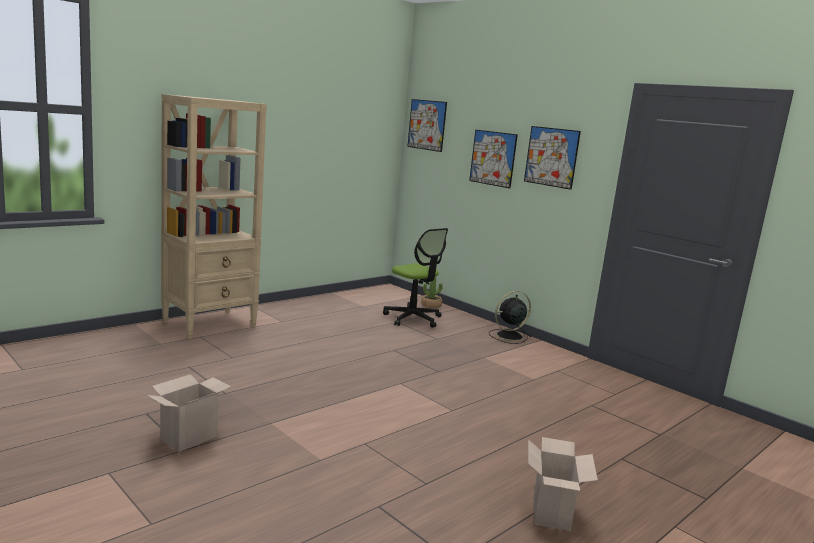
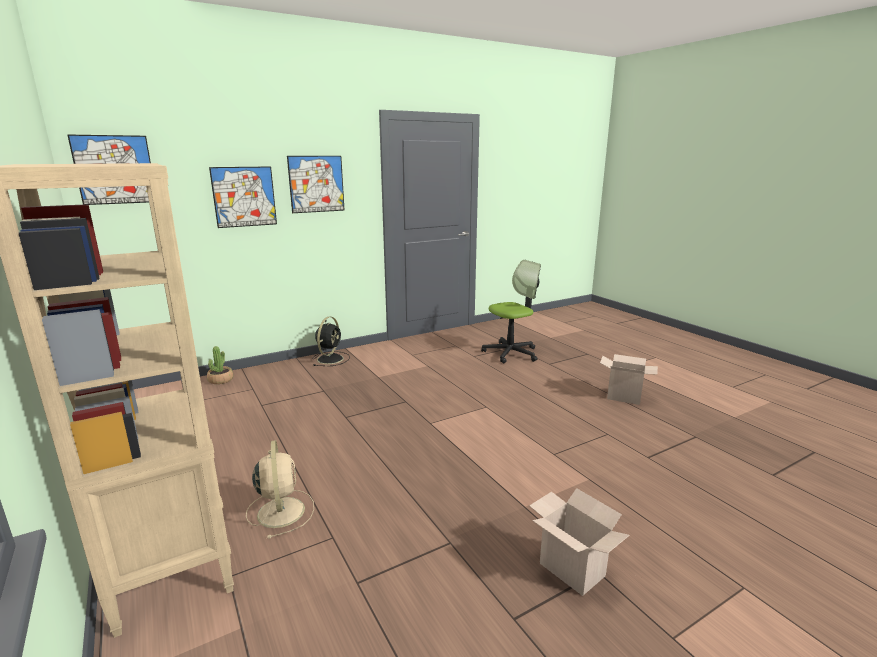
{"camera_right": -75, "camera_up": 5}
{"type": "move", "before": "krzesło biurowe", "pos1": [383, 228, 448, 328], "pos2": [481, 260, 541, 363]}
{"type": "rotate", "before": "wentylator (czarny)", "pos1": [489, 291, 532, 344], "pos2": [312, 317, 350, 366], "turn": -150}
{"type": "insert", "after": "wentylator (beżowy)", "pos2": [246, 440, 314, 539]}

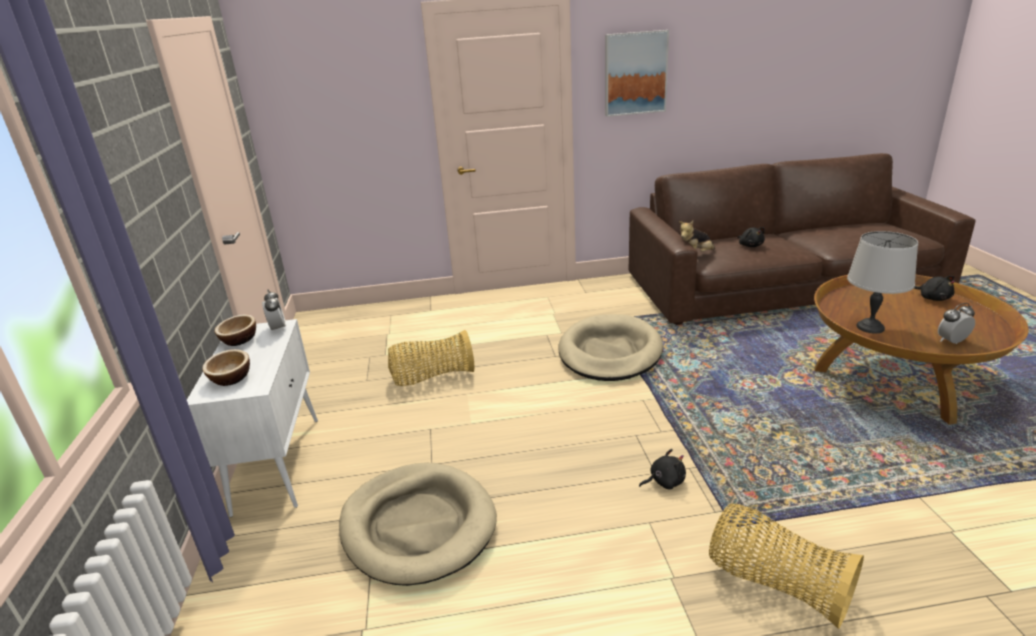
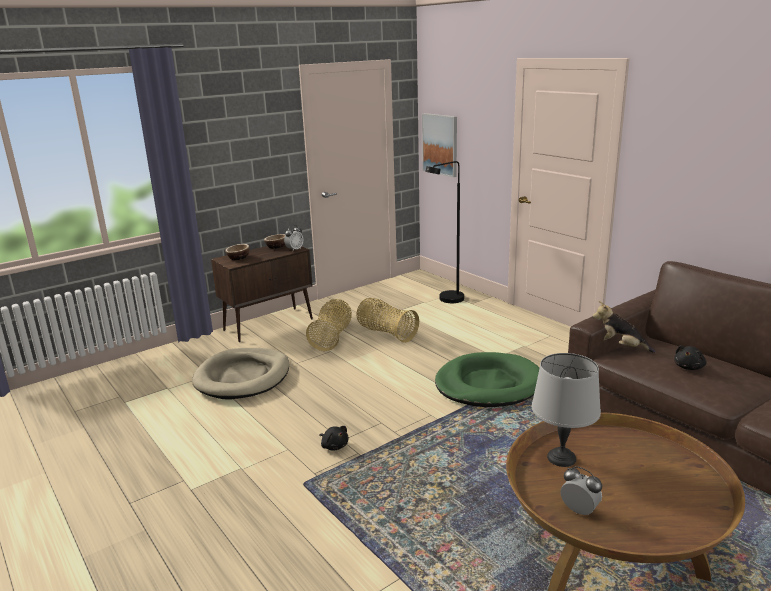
{"camera_right": 60, "camera_up": -5}
{"type": "move", "before": "obraz", "pos1": [605, 30, 669, 117], "pos2": [422, 113, 457, 177]}
{"type": "delete", "before": "pluszak (czarny)", "pos1": [914, 276, 955, 301]}
{"type": "recolor", "before": "legowisko (beżowy)", "after": "legowisko (zielony)", "pos1": [558, 314, 663, 381], "pos2": [435, 352, 539, 407]}
{"type": "recolor", "before": "szafka (biały)", "after": "szafka (brązowy)", "pos1": [187, 319, 318, 517], "pos2": [211, 245, 313, 342]}
{"type": "move", "before": "koszyk", "pos1": [709, 504, 864, 629], "pos2": [306, 299, 352, 351]}
{"type": "insert", "after": "lampa stojąca (czarny)", "pos2": [425, 161, 464, 303]}

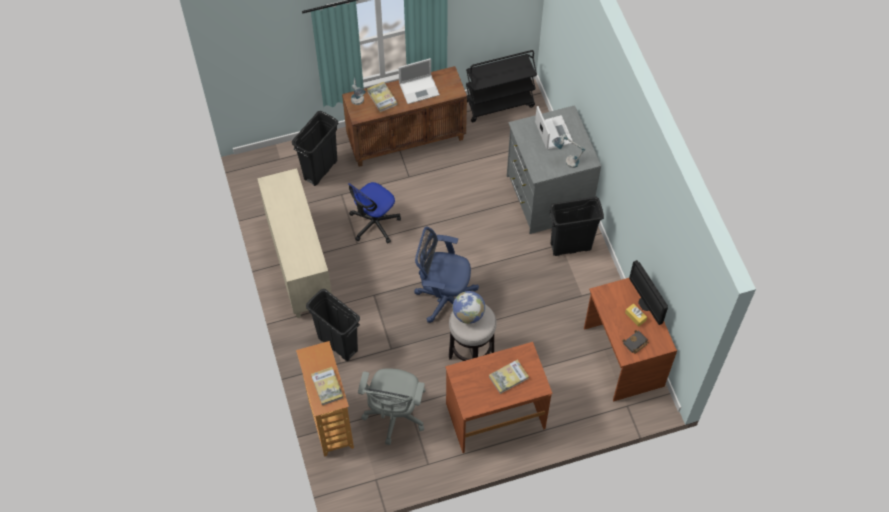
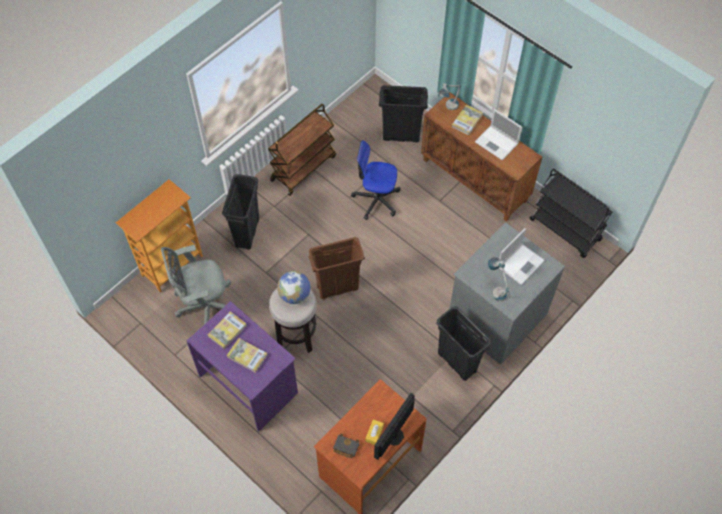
{"camera_right": 60, "camera_up": 0}
{"type": "replace", "before": "szafka (beżowy)", "after": "wózek (brązowy)", "pos1": [257, 168, 332, 318], "pos2": [268, 104, 336, 196]}
{"type": "replace", "before": "krzesło biurowe (niebieski)", "after": "kosz na śmieci (brązowy)", "pos1": [414, 227, 479, 323], "pos2": [308, 237, 365, 299]}
{"type": "recolor", "before": "biurko (brązowy)", "after": "biurko (fioletowy)", "pos1": [445, 342, 553, 453], "pos2": [187, 301, 298, 432]}
{"type": "move", "before": "książka", "pos1": [311, 367, 343, 406], "pos2": [208, 311, 247, 349]}

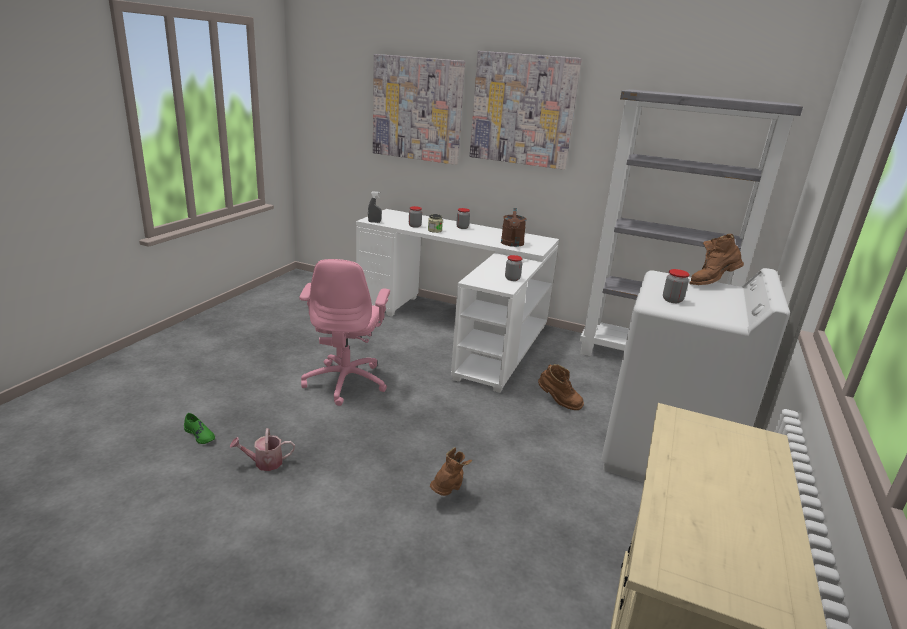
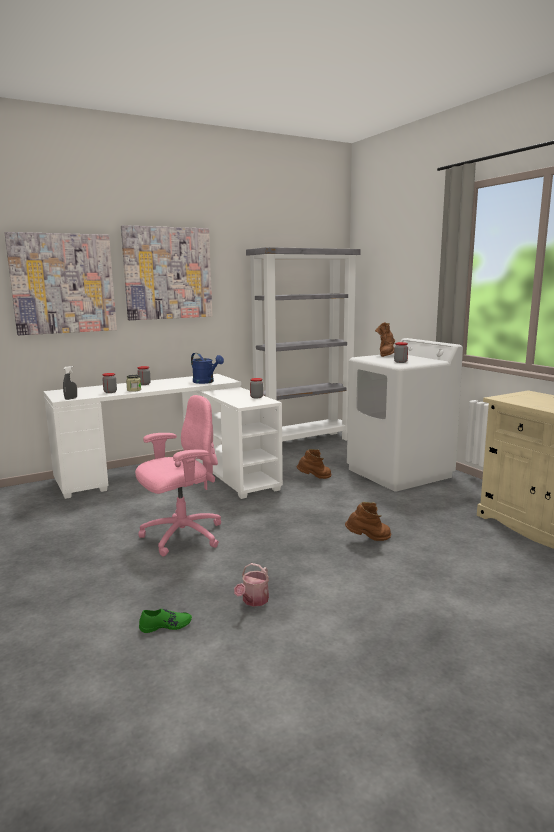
{"camera_right": -50, "camera_up": -10}
{"type": "recolor", "before": "konewka (brązowy)", "after": "konewka (niebieski)", "pos1": [501, 208, 526, 247], "pos2": [191, 353, 224, 384]}
{"type": "rotate", "before": "krzesło biurowe (różowy)", "pos1": [299, 259, 390, 406], "pos2": [135, 395, 221, 557], "turn": -75}
{"type": "rotate", "before": "but z cholewką (brązowy)", "pos1": [430, 448, 472, 496], "pos2": [345, 502, 391, 541], "turn": 105}

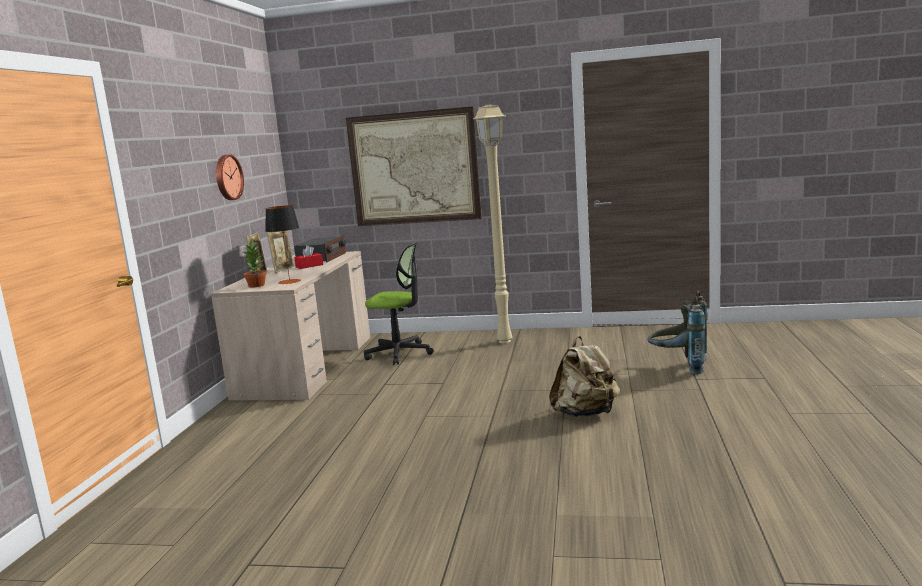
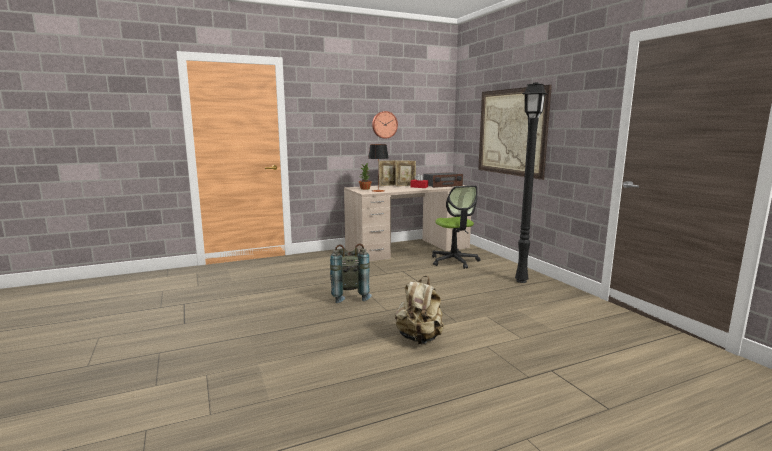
{"camera_right": 55, "camera_up": 0}
{"type": "recolor", "before": "lampa stojąca (beżowy)", "after": "lampa stojąca (czarny)", "pos1": [473, 104, 512, 343], "pos2": [515, 82, 547, 283]}
{"type": "move", "before": "plecak (szary)", "pos1": [647, 291, 708, 374], "pos2": [330, 244, 372, 303]}

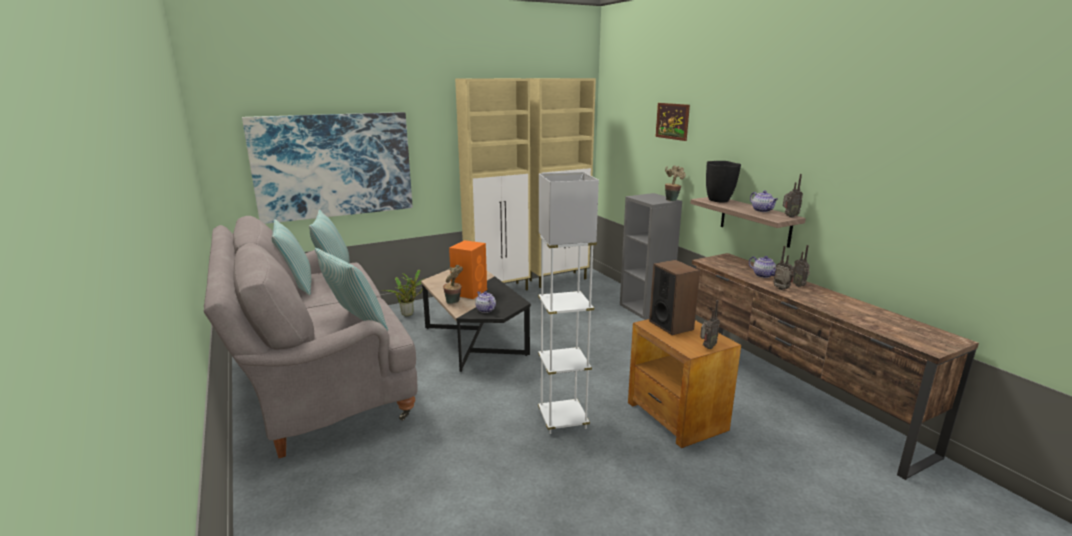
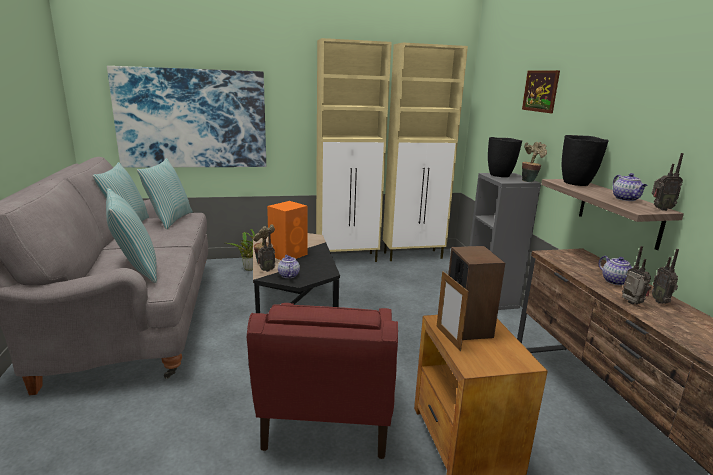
{"camera_right": 15, "camera_up": 0}
{"type": "replace", "before": "lampa stojąca (biały)", "after": "fotel (czerwony)", "pos1": [538, 172, 599, 434], "pos2": [247, 303, 398, 459]}
{"type": "move", "before": "radio", "pos1": [700, 300, 720, 349], "pos2": [258, 231, 275, 272]}
{"type": "insert", "after": "wazon (czarny)", "pos2": [488, 137, 522, 177]}
{"type": "insert", "after": "ramka na zdjęcie", "pos2": [437, 271, 469, 351]}

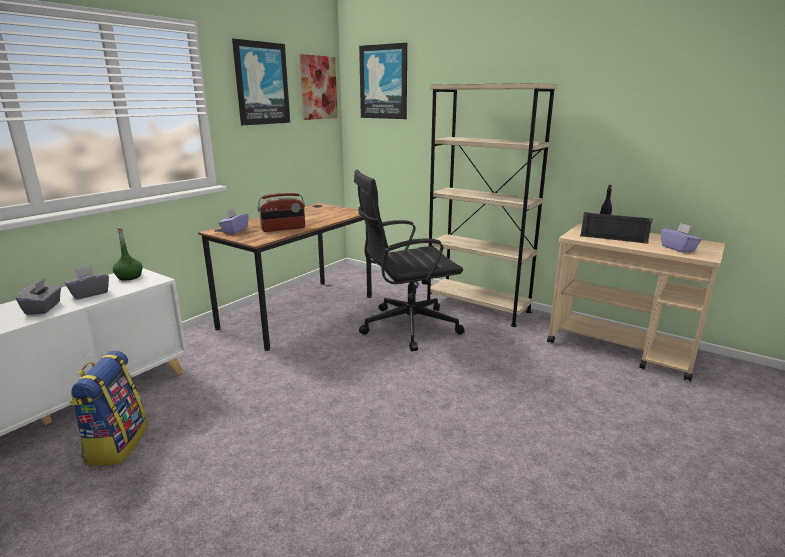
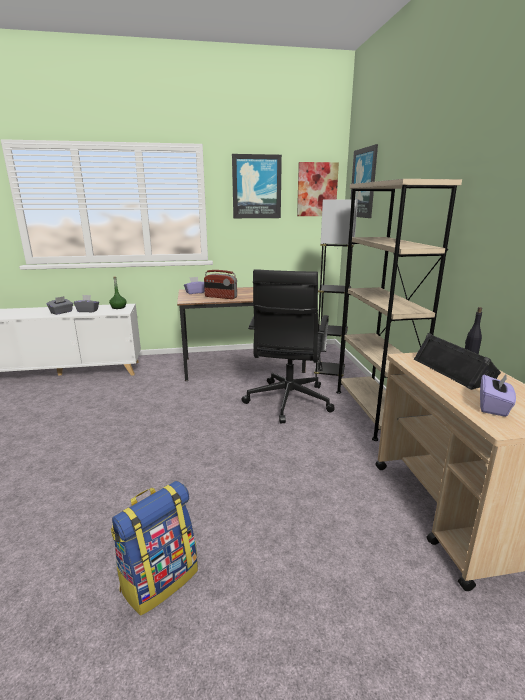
{"camera_right": 45, "camera_up": 0}
{"type": "rotate", "before": "krzesło biurowe (czarny)", "pos1": [354, 170, 465, 351], "pos2": [242, 269, 335, 423], "turn": -105}
{"type": "move", "before": "plecak", "pos1": [70, 351, 148, 466], "pos2": [111, 481, 198, 616]}
{"type": "insert", "after": "lampa stojąca (szary)", "pos2": [314, 200, 358, 378]}

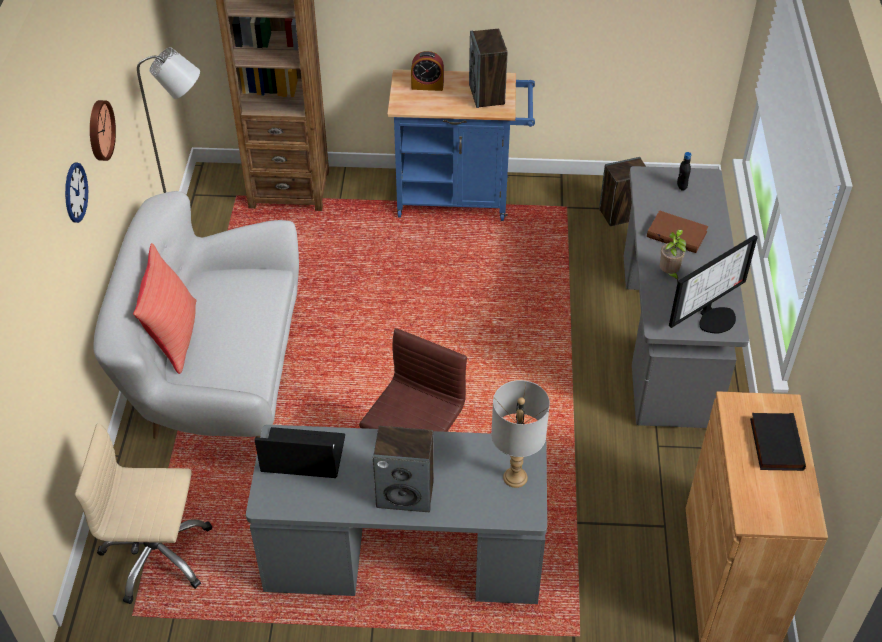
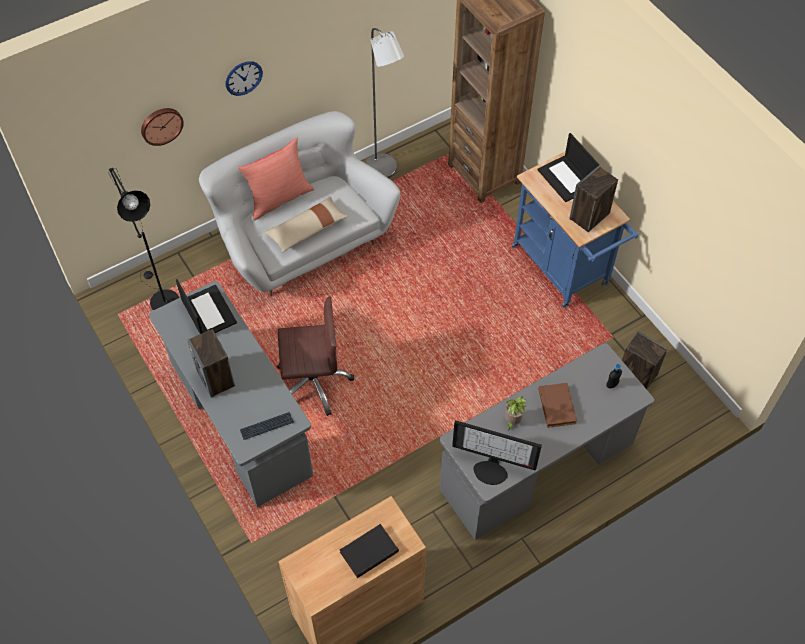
{"camera_right": 55, "camera_up": 10}
{"type": "replace", "before": "budzik", "after": "laptop", "pos1": [411, 51, 444, 91], "pos2": [537, 133, 599, 202]}
{"type": "move", "before": "zegar ścienny", "pos1": [90, 100, 116, 161], "pos2": [141, 108, 184, 146]}
{"type": "replace", "before": "lampa stołowa (szary)", "after": "klawiatura", "pos1": [491, 380, 550, 488], "pos2": [240, 412, 294, 440]}
{"type": "replace", "before": "krzesło biurowe (beżowy)", "after": "lampa stojąca (czarny)", "pos1": [75, 423, 212, 604], "pos2": [108, 168, 179, 310]}
{"type": "insert", "after": "poduszka (beżowy)", "pos2": [264, 197, 349, 252]}

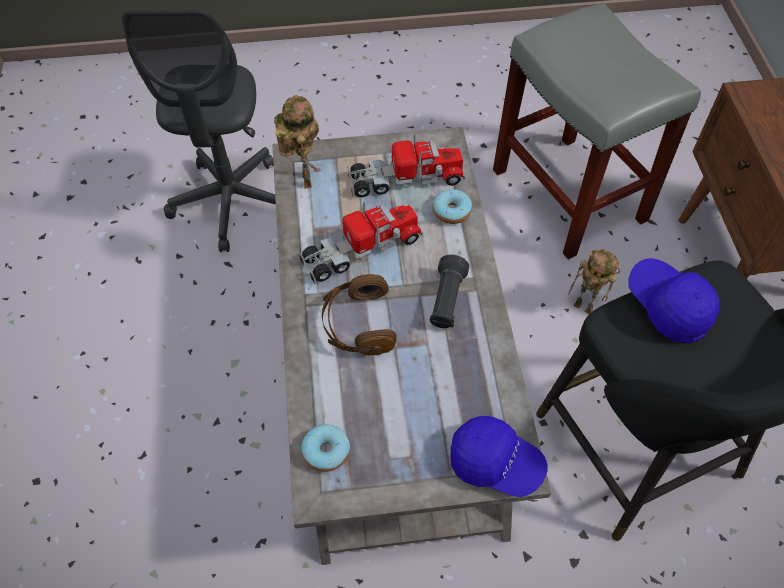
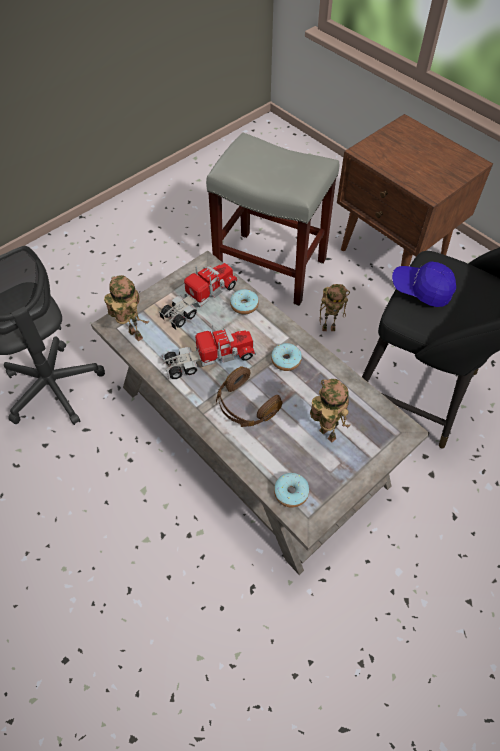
{"camera_right": -35, "camera_up": 0}
{"type": "rotate", "before": "ciężarówka zabawkowa", "pos1": [299, 202, 423, 284], "pos2": [162, 325, 256, 379], "turn": 45}
{"type": "replace", "before": "latarka (czarny)", "after": "donut", "pos1": [430, 255, 469, 328], "pos2": [271, 343, 302, 371]}
{"type": "delete", "before": "czapka z daszkiem (niebieski)", "pos1": [450, 416, 548, 497]}
{"type": "insert", "after": "robot zabawkowy", "pos2": [310, 379, 351, 443]}

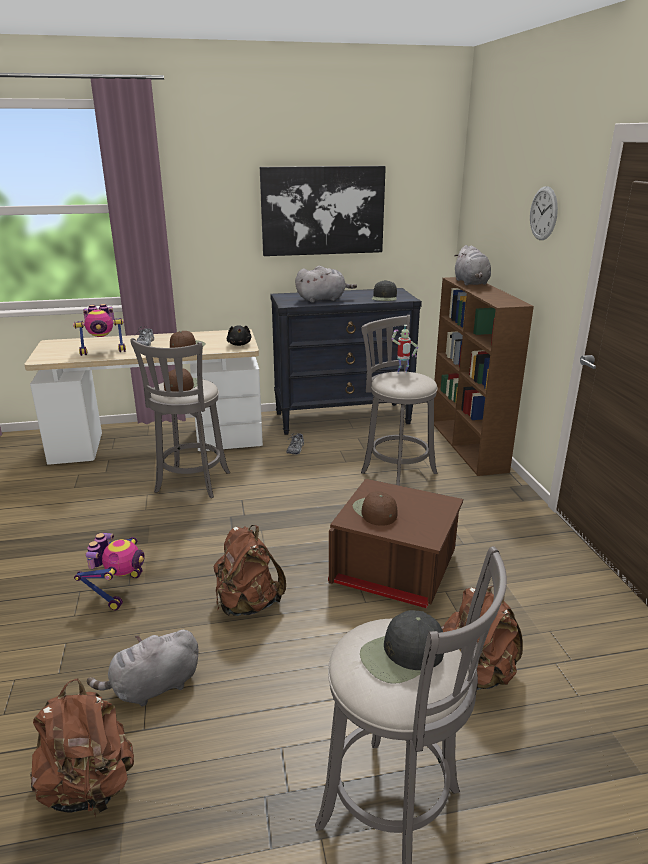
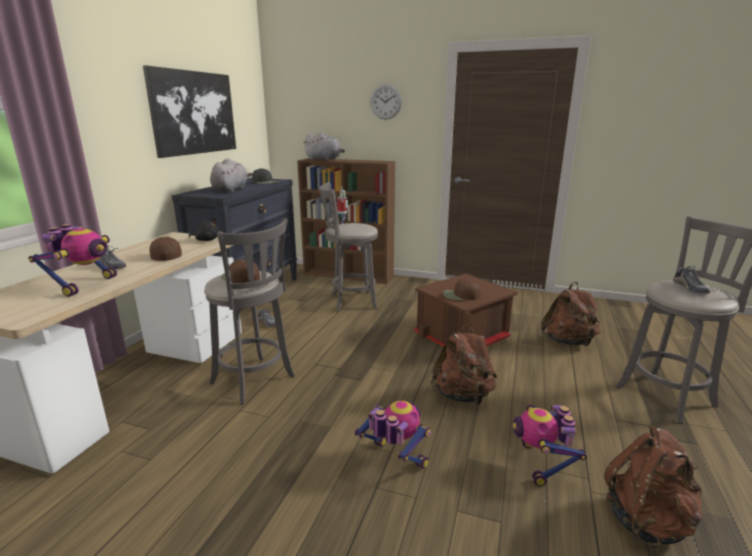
{"camera_right": -60, "camera_up": -5}
{"type": "replace", "before": "czapka z daszkiem (czarny)", "after": "but", "pos1": [360, 610, 444, 684], "pos2": [673, 266, 710, 293]}
{"type": "replace", "before": "pluszak (szary)", "after": "robot zabawkowy", "pos1": [87, 630, 198, 707], "pos2": [513, 405, 587, 486]}

